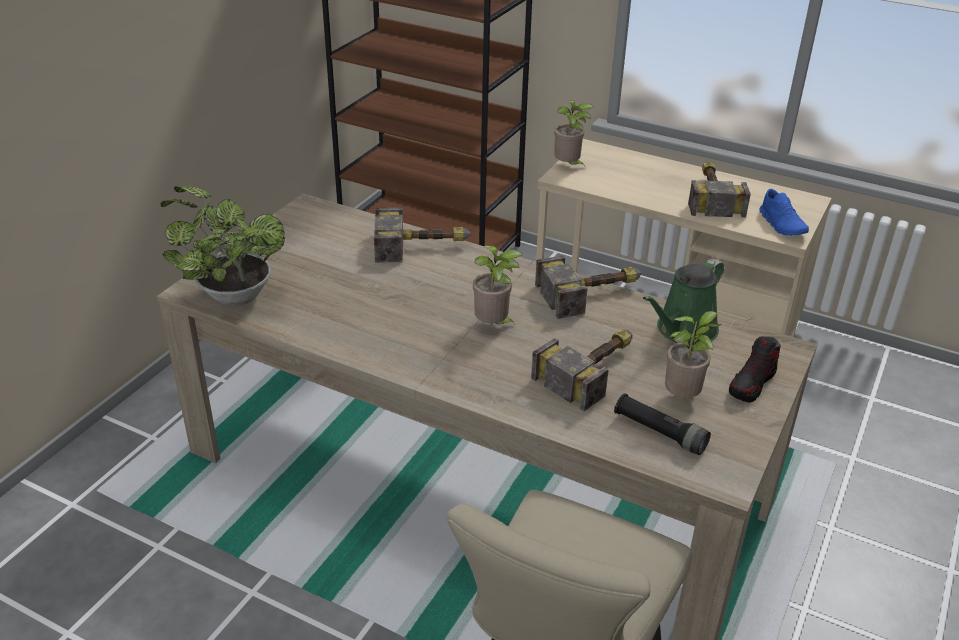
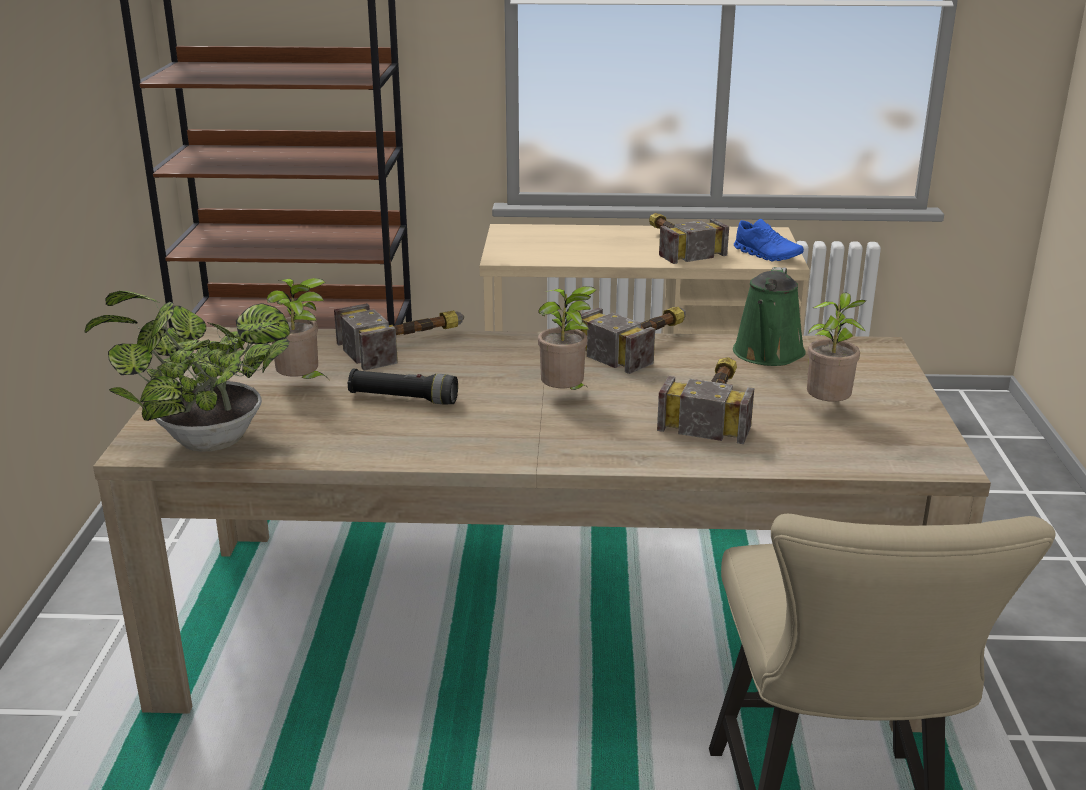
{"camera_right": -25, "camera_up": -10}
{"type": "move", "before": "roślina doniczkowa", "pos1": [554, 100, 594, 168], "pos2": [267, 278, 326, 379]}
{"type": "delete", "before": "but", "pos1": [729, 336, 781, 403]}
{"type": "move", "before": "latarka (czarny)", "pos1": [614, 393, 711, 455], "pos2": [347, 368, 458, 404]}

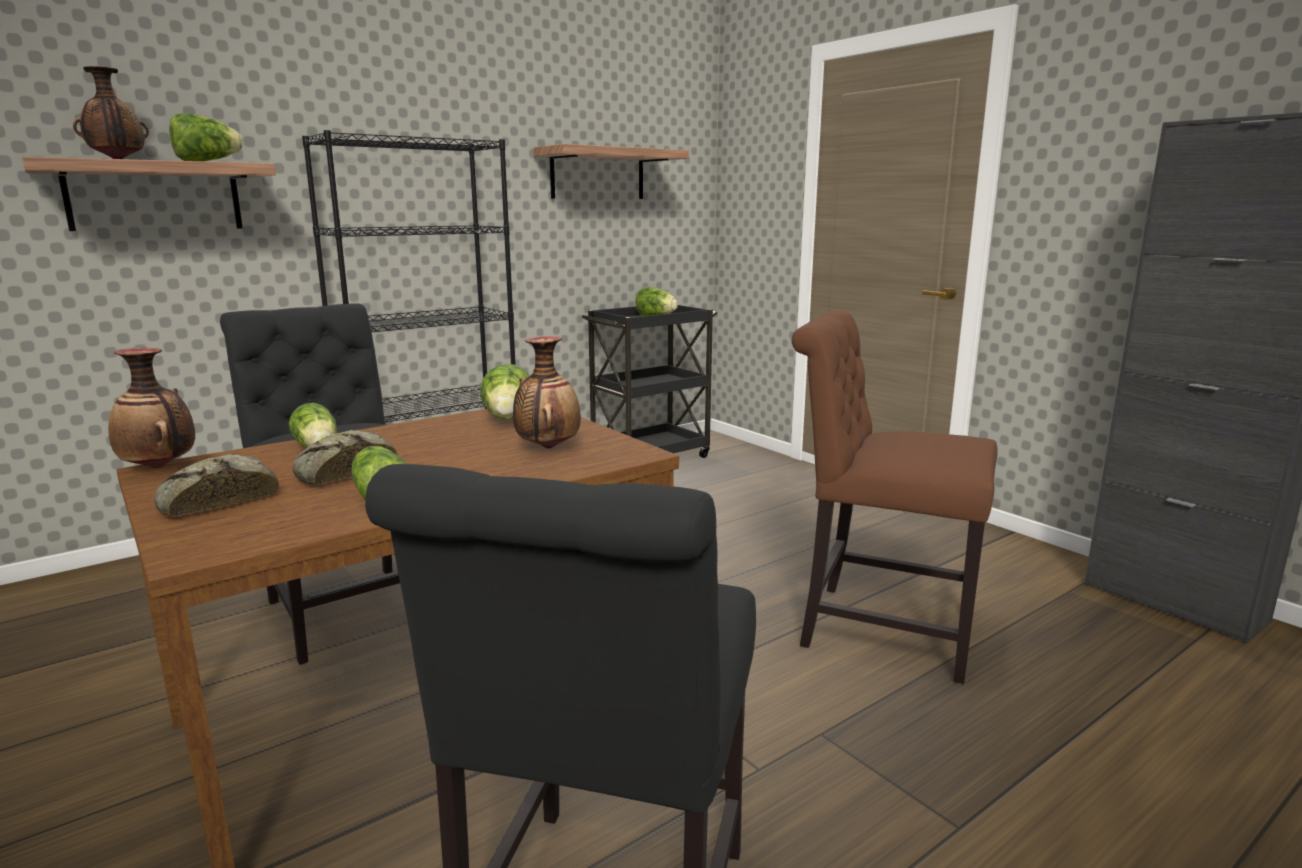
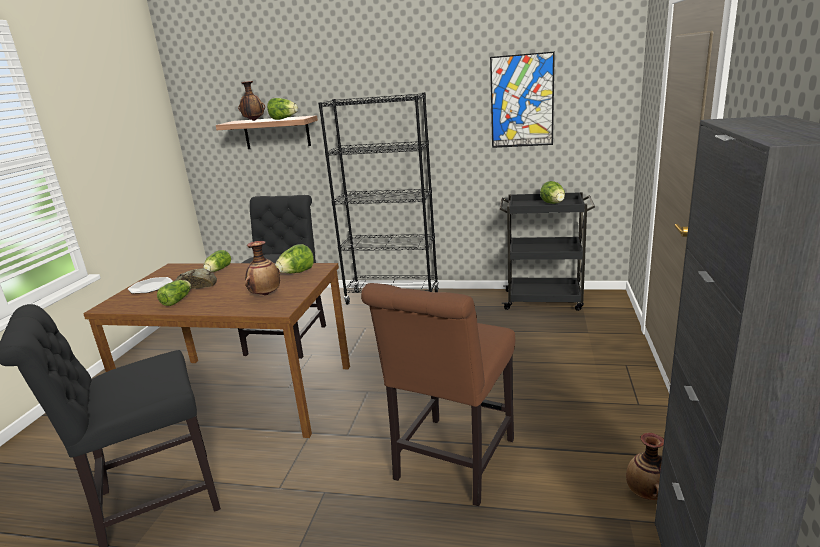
{"camera_right": 50, "camera_up": 5}
{"type": "replace", "before": "półka", "after": "obraz", "pos1": [533, 144, 689, 199], "pos2": [490, 52, 555, 148]}
{"type": "rotate", "before": "krzesło (brązowy)", "pos1": [792, 310, 997, 684], "pos2": [361, 283, 515, 506], "turn": -135}
{"type": "move", "before": "wazon", "pos1": [108, 348, 195, 469], "pos2": [626, 433, 664, 500]}
{"type": "replace", "before": "chleb", "after": "talerz", "pos1": [154, 454, 280, 517], "pos2": [128, 277, 173, 294]}

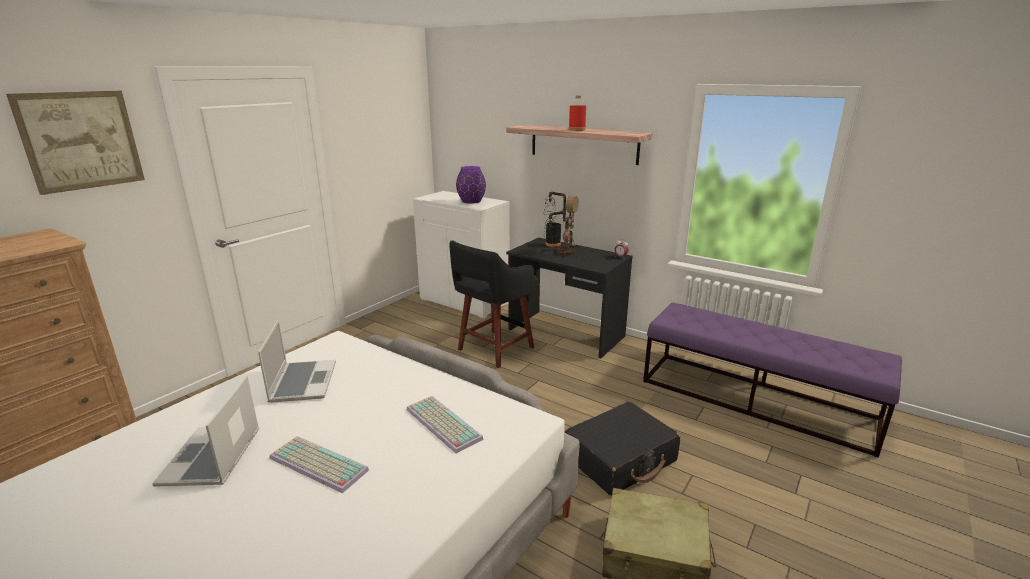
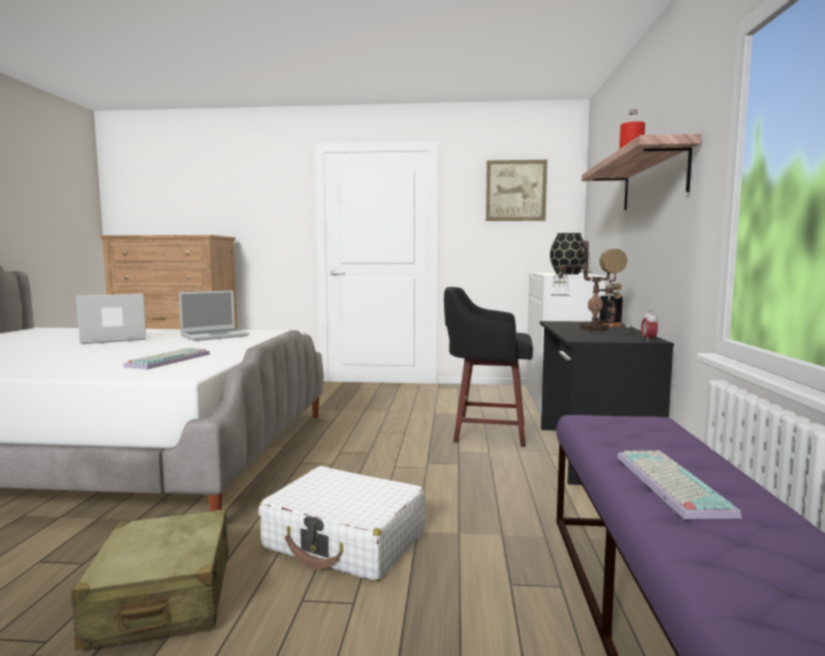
{"camera_right": 60, "camera_up": -15}
{"type": "move", "before": "obraz", "pos1": [6, 91, 145, 195], "pos2": [486, 160, 547, 221]}
{"type": "recolor", "before": "wazon (fioletowy)", "after": "wazon (czarny)", "pos1": [456, 166, 486, 204], "pos2": [550, 233, 585, 275]}
{"type": "recolor", "before": "walizka (czarny)", "after": "walizka (biały)", "pos1": [564, 402, 680, 496], "pos2": [259, 466, 426, 582]}
{"type": "move", "before": "klawiatura", "pos1": [270, 436, 369, 493], "pos2": [617, 450, 742, 519]}

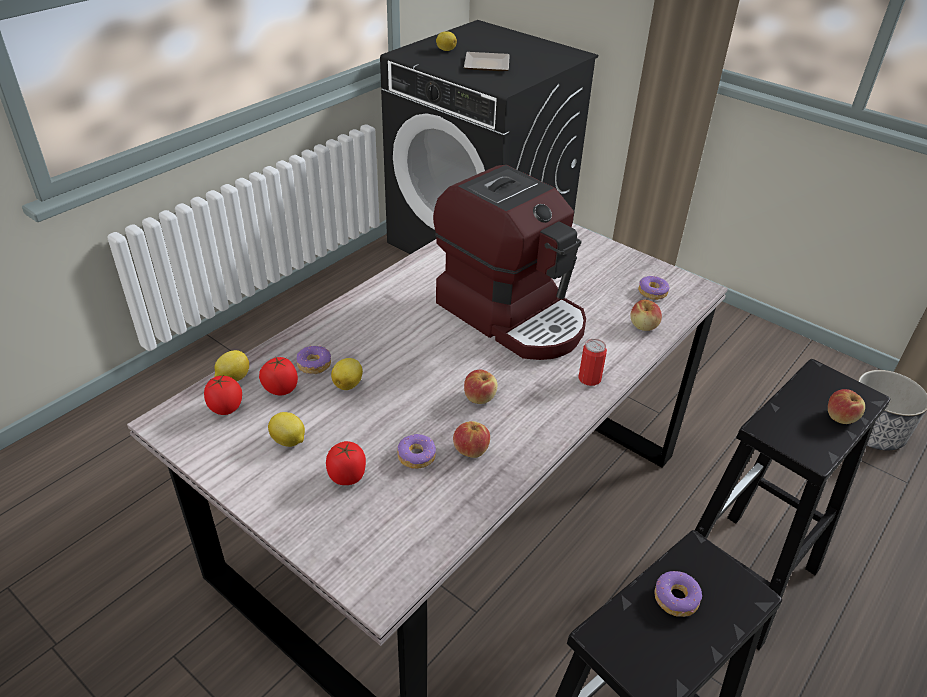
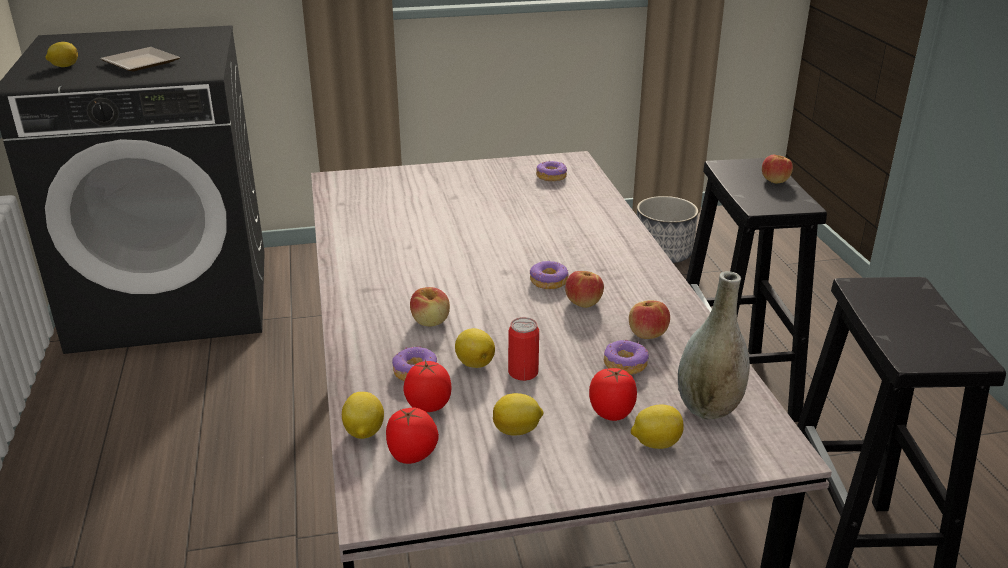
{"camera_right": -50, "camera_up": -10}
{"type": "delete", "before": "ekspres do kawy", "pos1": [433, 165, 586, 360]}
{"type": "move", "before": "jabłko", "pos1": [631, 300, 662, 331], "pos2": [410, 287, 450, 326]}
{"type": "move", "before": "puszka", "pos1": [578, 339, 607, 386], "pos2": [508, 317, 539, 381]}
{"type": "move", "before": "donut", "pos1": [654, 571, 702, 617], "pos2": [530, 261, 569, 289]}
{"type": "insert", "after": "wazon (szary)", "pos2": [678, 271, 750, 419]}
{"type": "insert", "after": "cytryna", "pos2": [631, 404, 684, 449]}

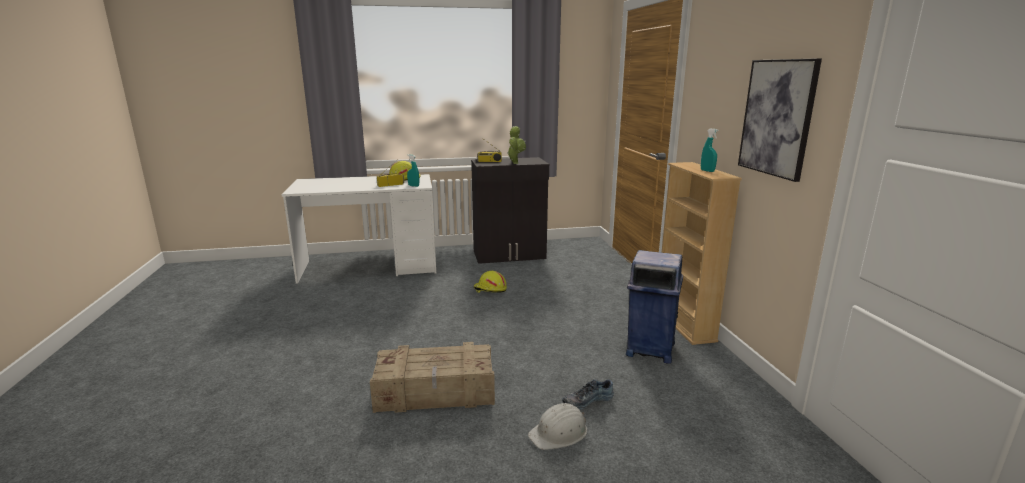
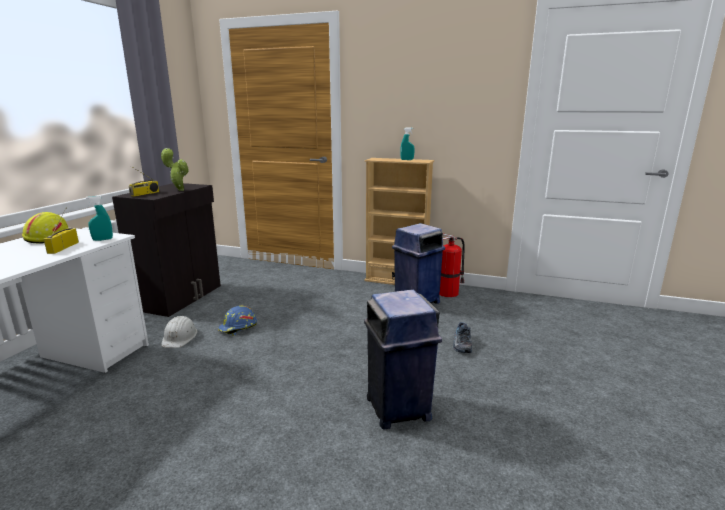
{"camera_right": -60, "camera_up": 0}
{"type": "delete", "before": "obraz", "pos1": [738, 58, 822, 182]}
{"type": "recolor", "before": "kask (żółty)", "after": "kask (niebieski)", "pos1": [474, 271, 507, 293], "pos2": [218, 306, 257, 336]}
{"type": "replace", "before": "skrzynka", "after": "kosz na śmieci (niebieski)", "pos1": [370, 342, 495, 413], "pos2": [364, 290, 442, 430]}
{"type": "move", "before": "kask (biały)", "pos1": [528, 403, 587, 450], "pos2": [161, 316, 197, 348]}
{"type": "insert", "after": "gaśnica", "pos2": [440, 234, 465, 297]}

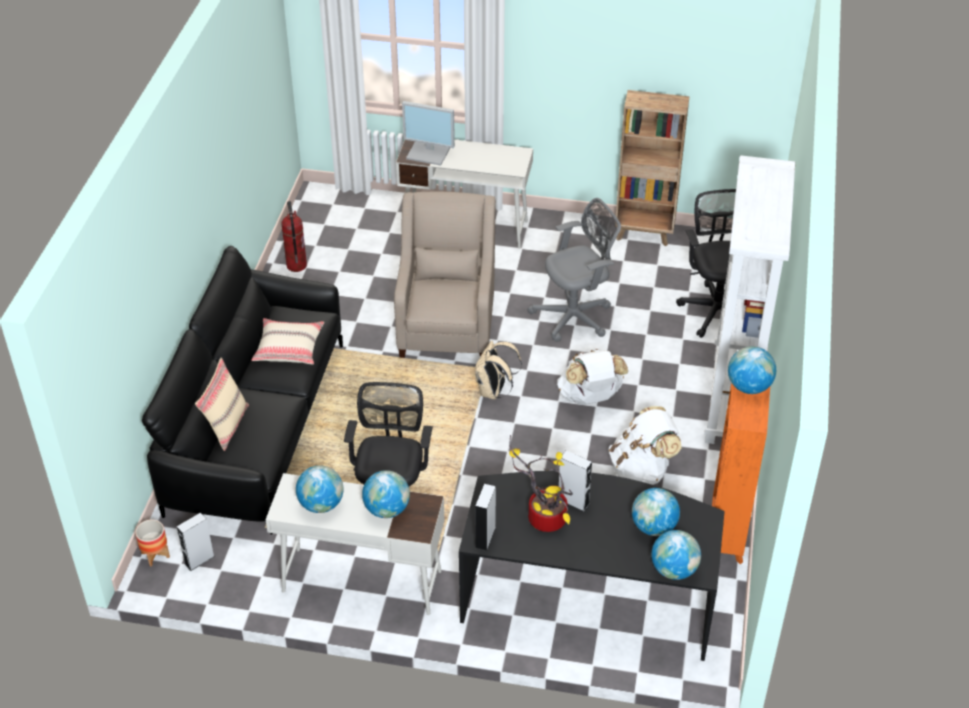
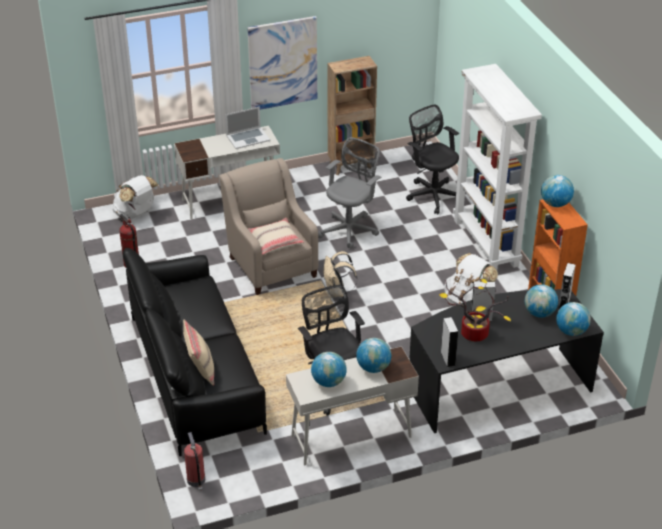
{"camera_right": -30, "camera_up": -5}
{"type": "delete", "before": "monitor", "pos1": [402, 101, 455, 166]}
{"type": "move", "before": "poduszka (beżowy)", "pos1": [251, 318, 324, 364], "pos2": [249, 218, 305, 255]}
{"type": "move", "before": "plecak (biały)", "pos1": [557, 349, 628, 405], "pos2": [112, 175, 158, 219]}
{"type": "move", "before": "głośnik (szary)", "pos1": [177, 512, 215, 571], "pos2": [558, 263, 575, 309]}
{"type": "replace", "before": "donica", "after": "gaśnica", "pos1": [135, 520, 170, 567], "pos2": [184, 432, 205, 491]}
{"type": "insert", "after": "obraz", "pos2": [247, 16, 317, 110]}
{"type": "insert", "after": "laptop", "pos2": [225, 107, 270, 149]}

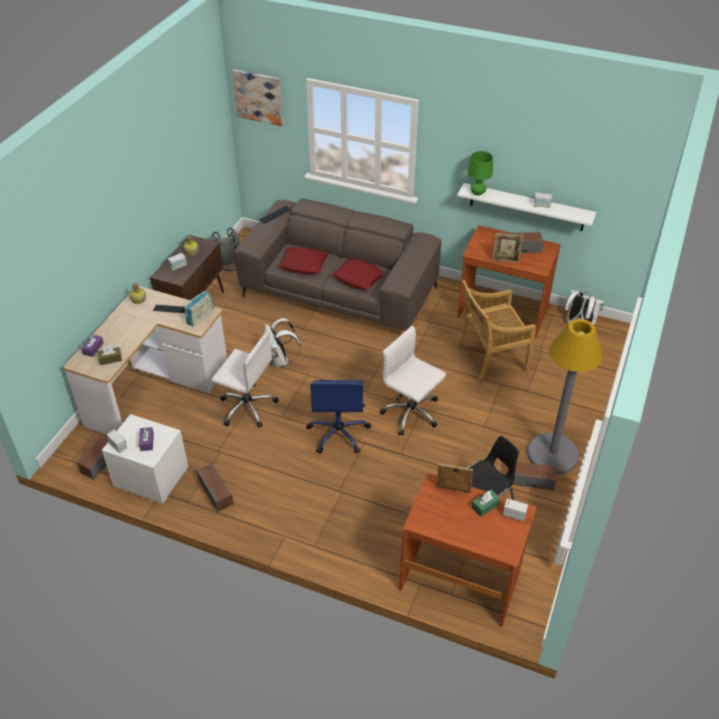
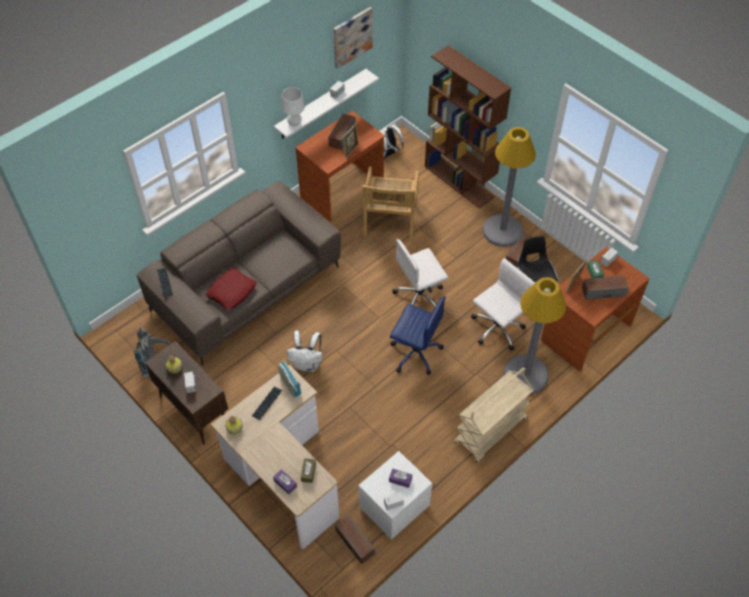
{"camera_right": -65, "camera_up": 10}
{"type": "move", "before": "obraz", "pos1": [232, 69, 283, 126], "pos2": [333, 7, 373, 69]}
{"type": "recolor", "before": "lampa stołowa (zielony)", "after": "lampa stołowa (biały)", "pos1": [468, 151, 493, 196], "pos2": [281, 87, 305, 126]}
{"type": "delete", "before": "poduszka (czerwony)", "pos1": [332, 258, 385, 290]}
{"type": "move", "before": "krzesło biurowe (biały)", "pos1": [211, 332, 278, 428], "pos2": [471, 258, 535, 351]}
{"type": "move", "before": "głośnik", "pos1": [196, 463, 234, 512], "pos2": [582, 276, 629, 300]}
{"type": "insert", "after": "regał (brązowy)", "pos2": [425, 45, 511, 209]}
{"type": "insert", "after": "lampa stojąca (szary)", "pos2": [504, 277, 566, 394]}
{"type": "insert", "after": "wózek (beżowy)", "pos2": [454, 367, 534, 463]}

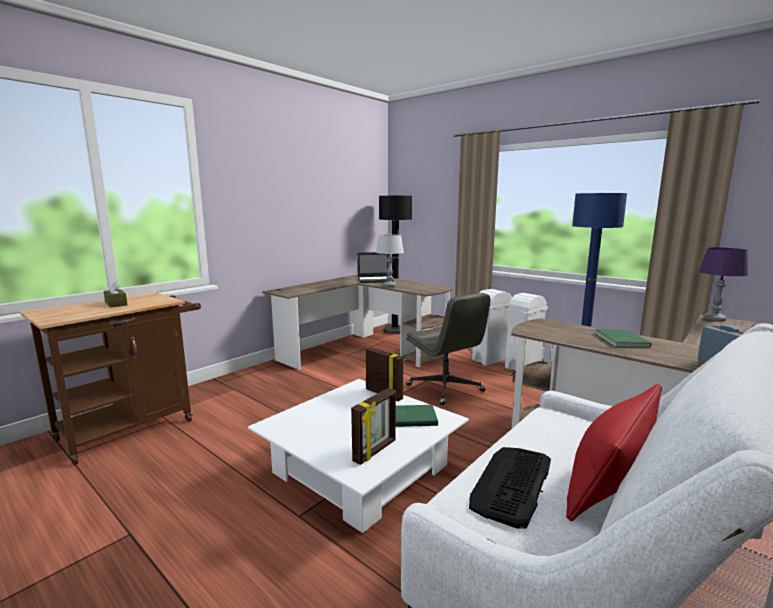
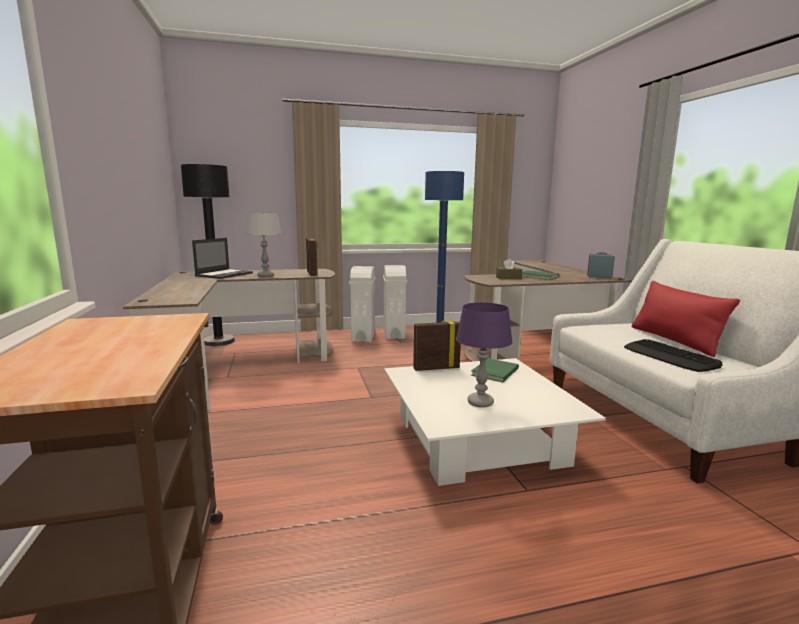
{"camera_right": -55, "camera_up": 0}
{"type": "move", "before": "lampa stołowa (fioletowy)", "pos1": [699, 247, 748, 322], "pos2": [456, 302, 513, 408]}
{"type": "move", "before": "pudełko chusteczek (brązowy)", "pos1": [104, 280, 127, 308], "pos2": [496, 259, 522, 279]}
{"type": "delete", "before": "krzesło biurowe (szary)", "pos1": [406, 293, 490, 405]}
{"type": "move", "before": "ramka na zdjęcie", "pos1": [351, 388, 396, 465], "pos2": [306, 238, 318, 276]}

